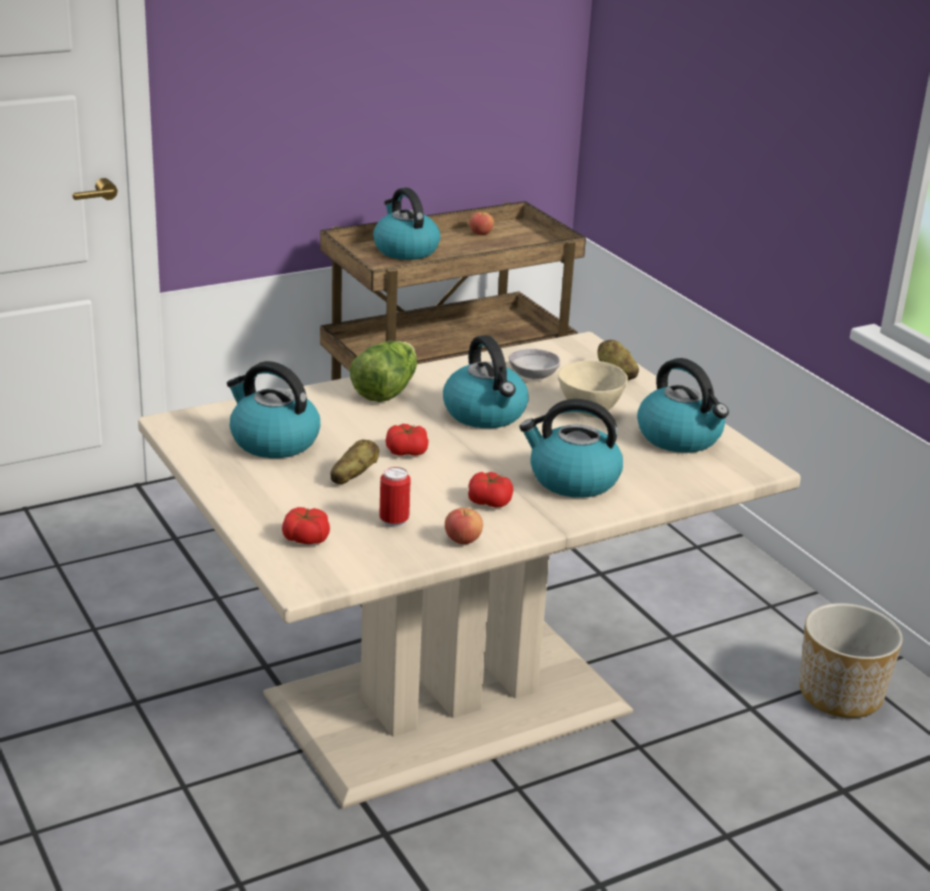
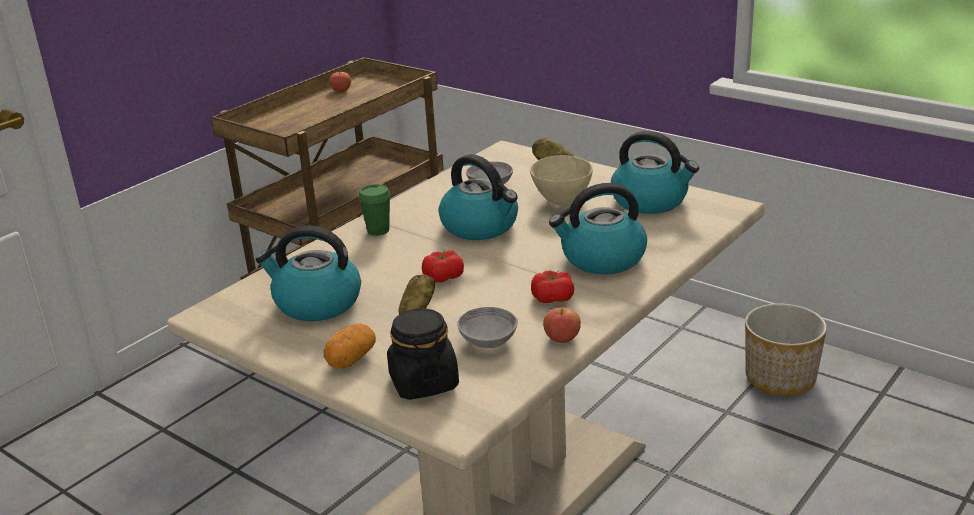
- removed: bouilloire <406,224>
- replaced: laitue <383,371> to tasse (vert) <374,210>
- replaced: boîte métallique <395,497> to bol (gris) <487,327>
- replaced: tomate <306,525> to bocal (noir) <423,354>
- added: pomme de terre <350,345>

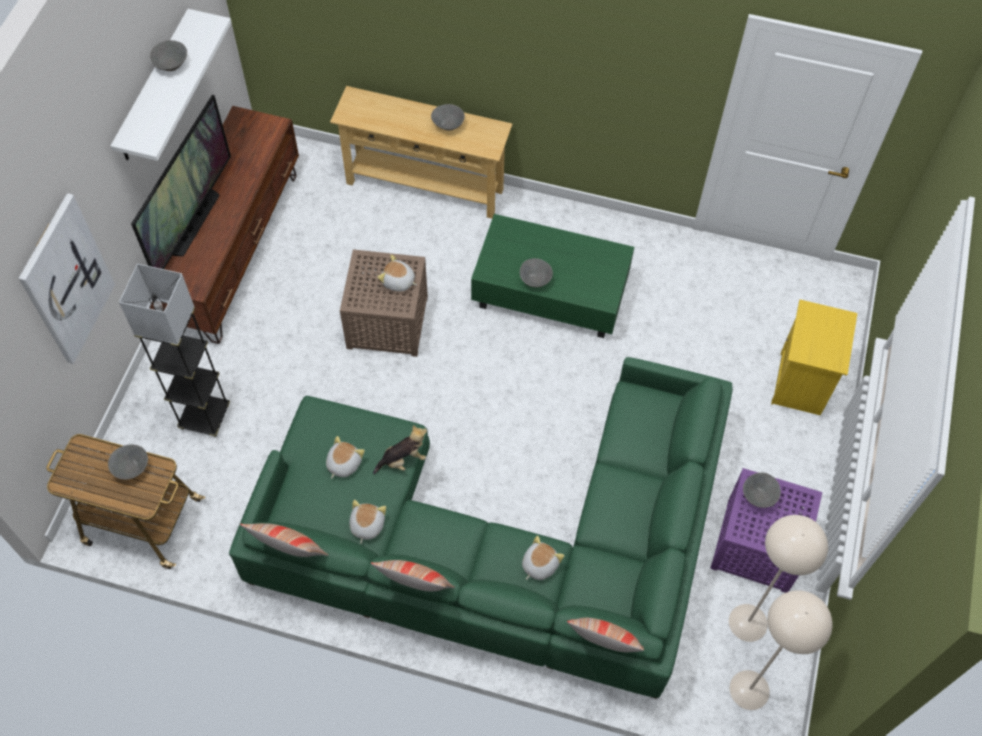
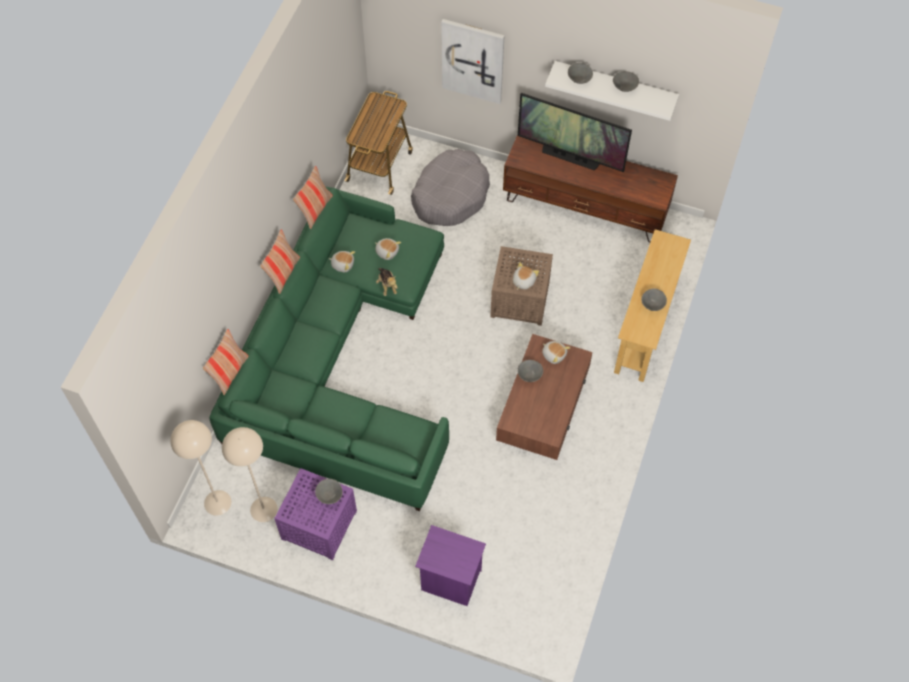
- recoloured: table basse (vert) <552,276> to table basse (marron) <544,397>
- replaced: lampadaire (gris) <174,350> to panier pour chien (gris) <450,187>
- recoloured: table de chevet (jaune) <814,357> to table de chevet (violet) <450,565>
- moved: bol (gris) <128,462> to <580,73>
- moved: peluche <543,558> to <556,352>

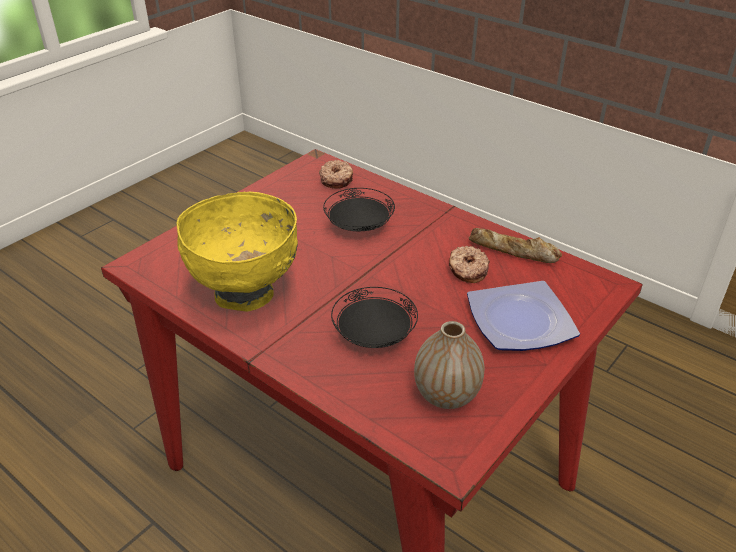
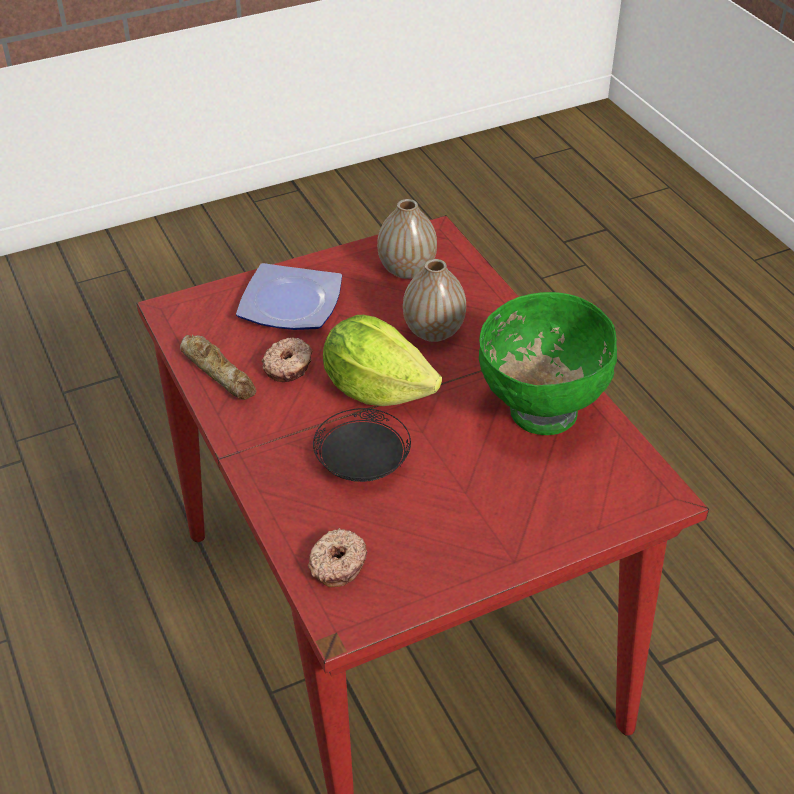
- recoloured: bol (jaune) <237,252> to bol (vert) <548,363>
- replaced: assiette (noir) <374,317> to vase <434,300>
- added: laitue <382,360>

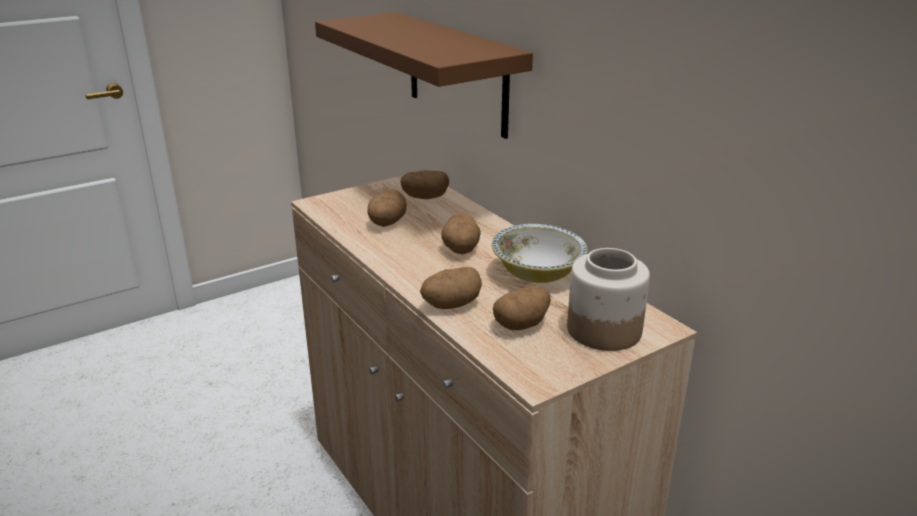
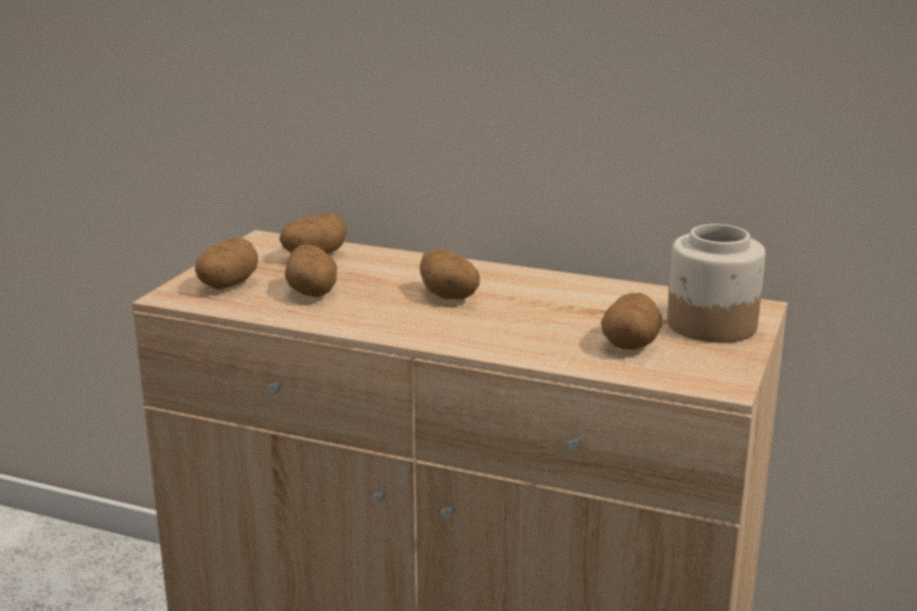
- removed: étagère (marron) <424,75>
- removed: bol <539,253>
- moved: pomme de terre <451,288> to <226,264>

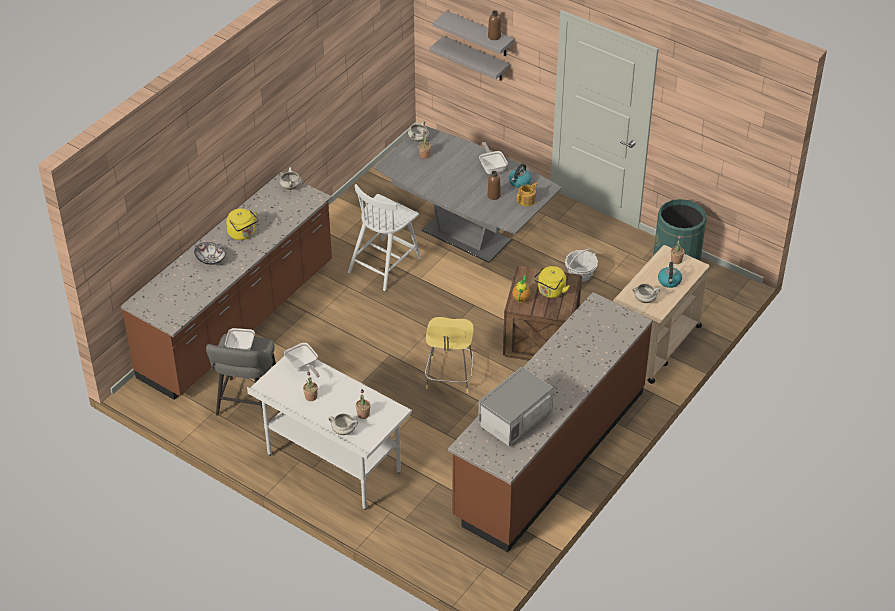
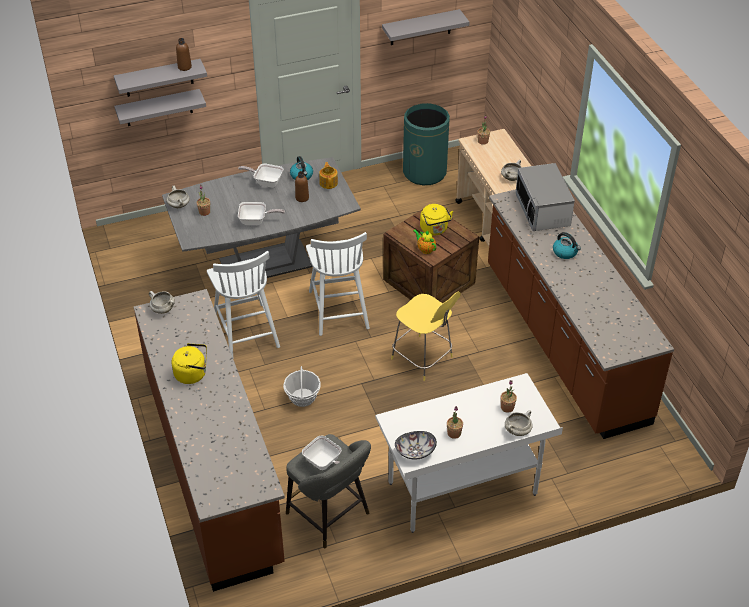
- moved: bol <210,253> to <416,445>
- moved: panier <581,265> to <302,386>
- moved: bouilloire <670,275> to <567,245>
- moved: poêle <302,360> to <261,213>
- moved: micro-ondes <516,407> to <545,197>
- added: étagère (gris) <426,27>
- added: chaise (blanc) <338,284>

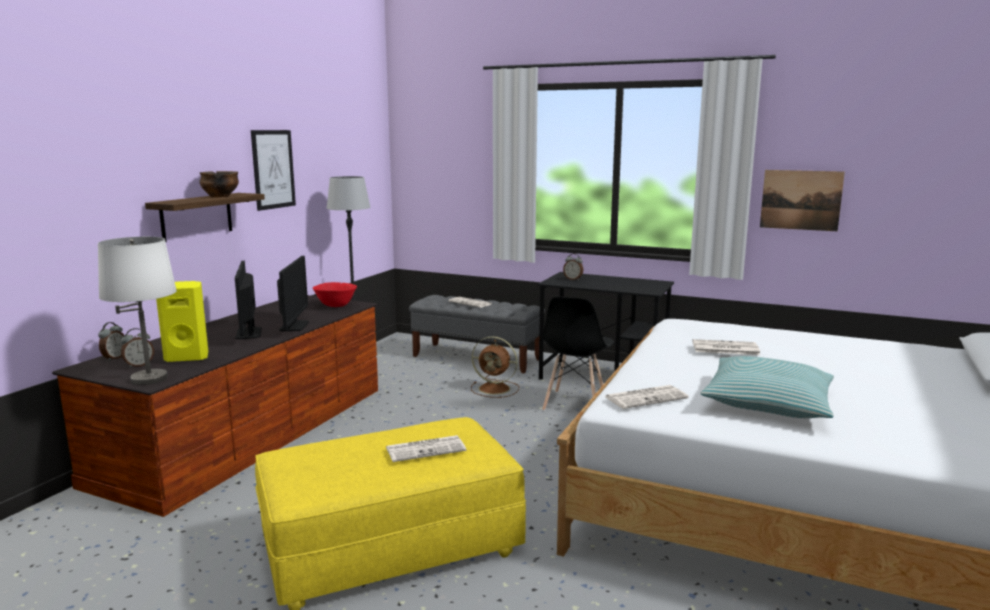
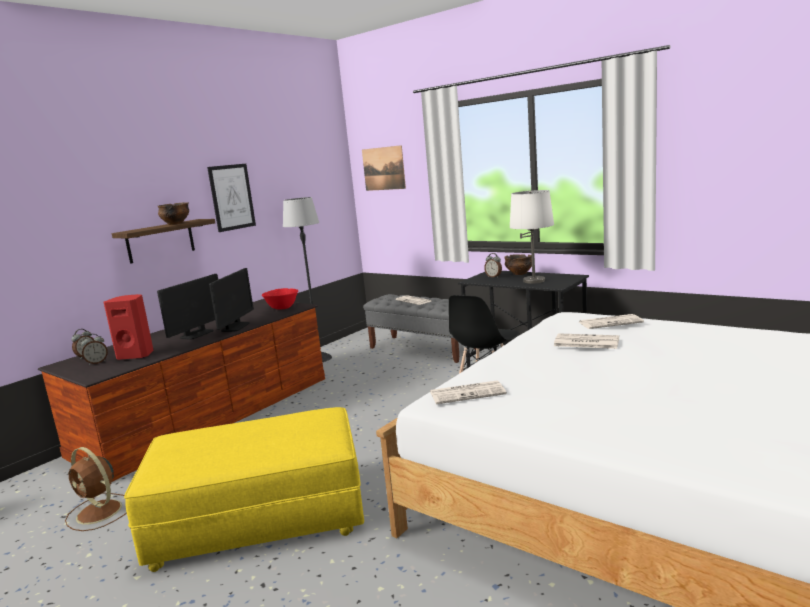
- moved: tableau <802,201> to <384,168>
- moved: lampe de table (blanc) <137,311> to <532,237>
- turned: écran d'ordinateur <248,300> = <187,307> 150 degrees counterclockwise
- recoloured: enceinte (jaune) <182,321> to enceinte (rouge) <128,327>
- moved: ventilateur (marron) <495,367> to <96,489>
- removed: coussin <767,387>
- moved: journal <426,448> to <611,321>
- added: bol <518,265>

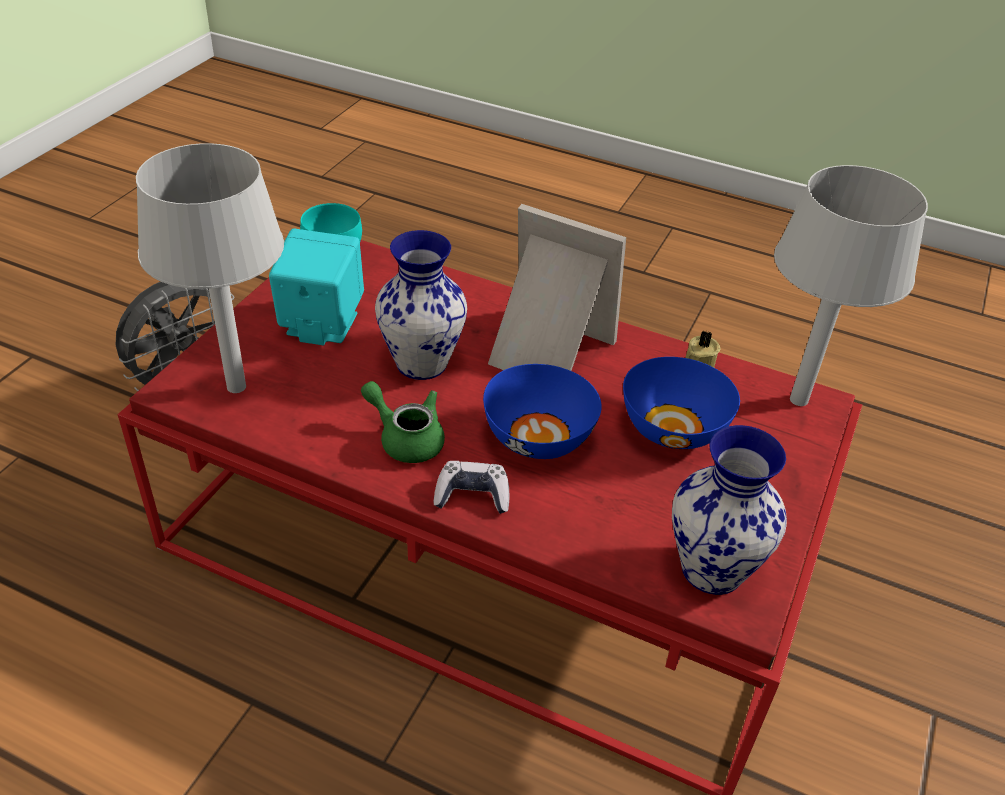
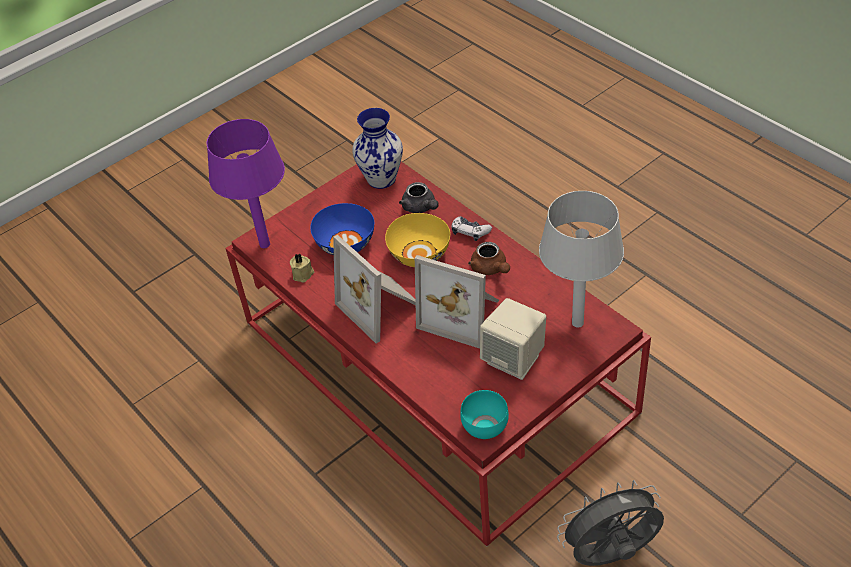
- recoloured: lampe de table (gris) <851,285> to lampe de table (violet) <246,183>
- recoloured: enceinte (turquoise) <316,286> to enceinte (beige) <513,339>
- replaced: vase <421,305> to cadre photo <457,302>
- recoloured: bol (bleu) <542,411> to bol (jaune) <417,240>
- recoloured: théière (vert) <403,422> to théière (marron) <489,258>
- added: théière (gris) <419,197>

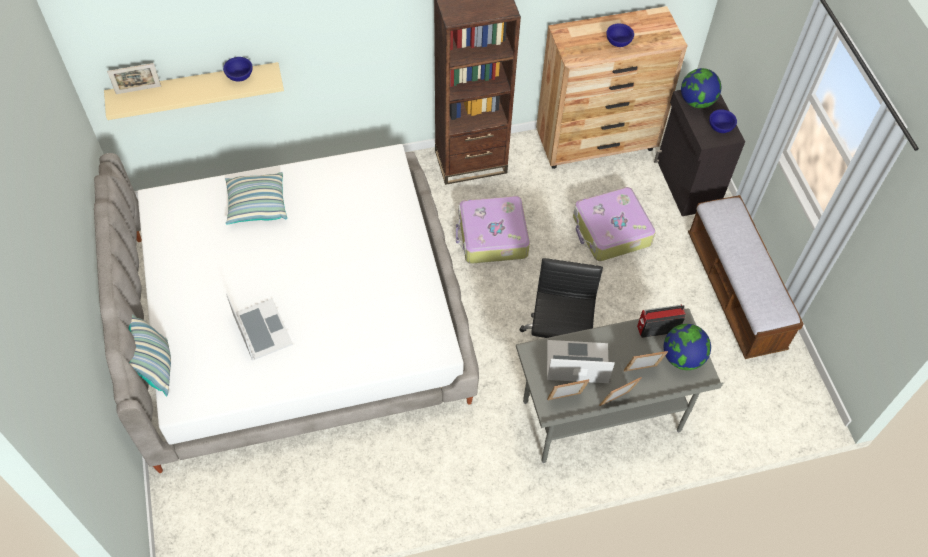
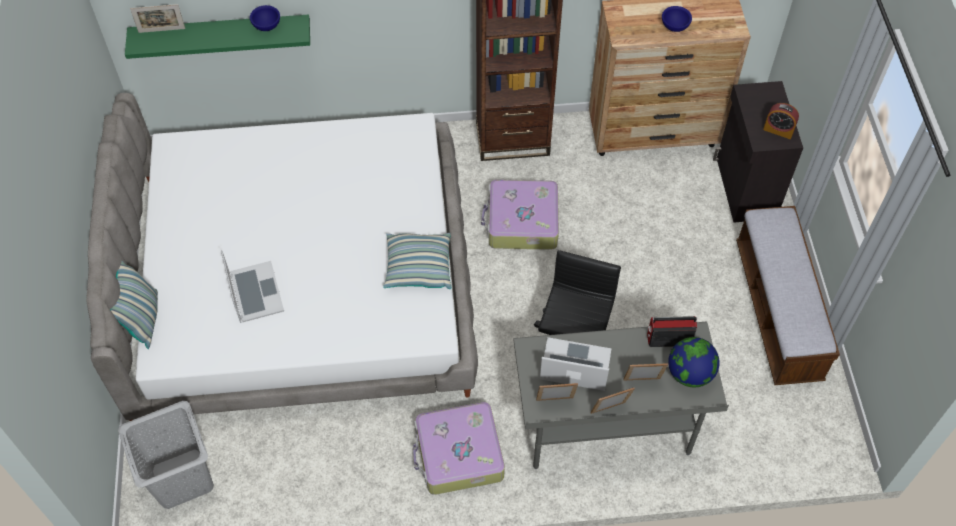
- recoloured: étagère (beige) <194,91> to étagère (vert) <217,36>
- removed: globe <701,88>
- replaced: bol (bleu) <723,121> to réveil <781,121>
- moved: coussin <256,198> to <417,261>
- moved: valise <614,224> to <459,448>
- added: panier à linge (gris) <166,455>

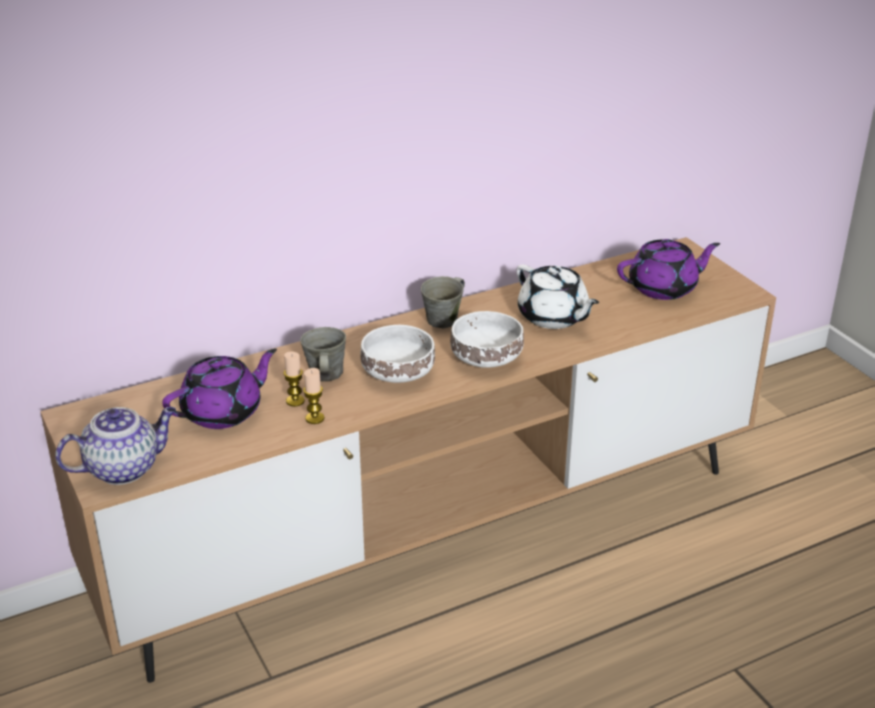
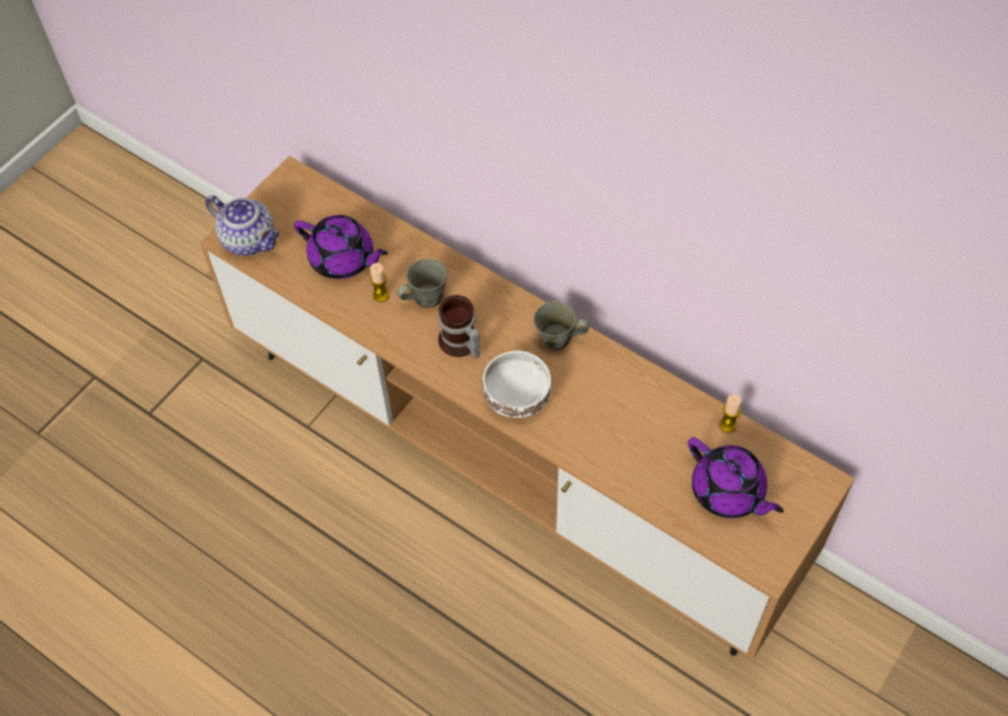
- removed: théière (blanc) <558,296>
- replaced: bol (blanc) <398,354> to mug <459,326>
- moved: bougie <314,396> to <730,414>

